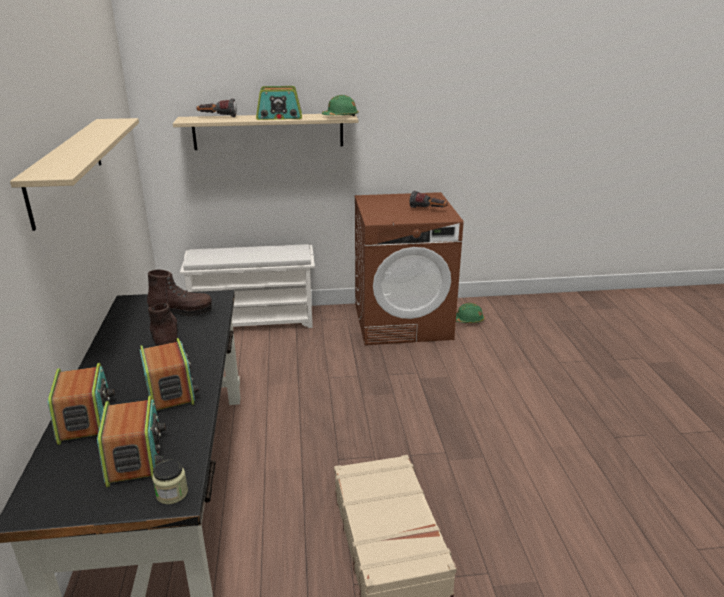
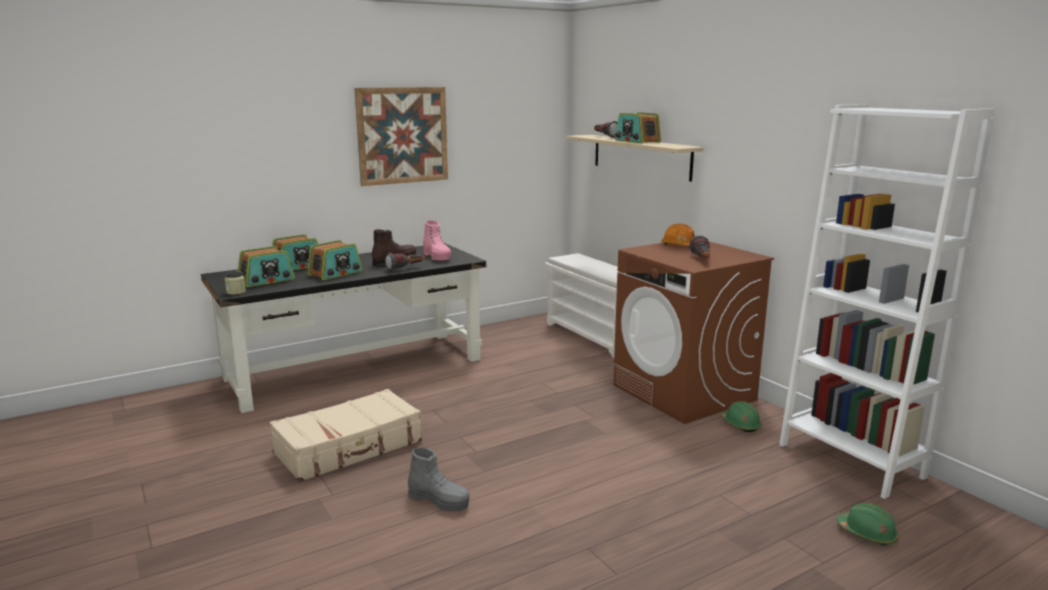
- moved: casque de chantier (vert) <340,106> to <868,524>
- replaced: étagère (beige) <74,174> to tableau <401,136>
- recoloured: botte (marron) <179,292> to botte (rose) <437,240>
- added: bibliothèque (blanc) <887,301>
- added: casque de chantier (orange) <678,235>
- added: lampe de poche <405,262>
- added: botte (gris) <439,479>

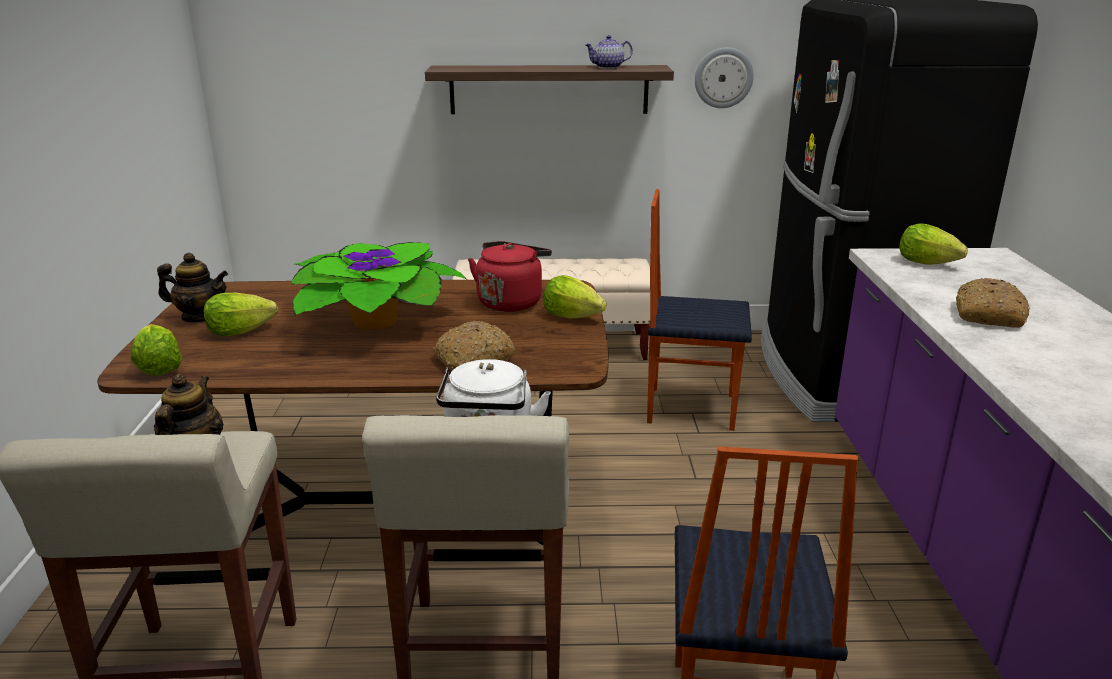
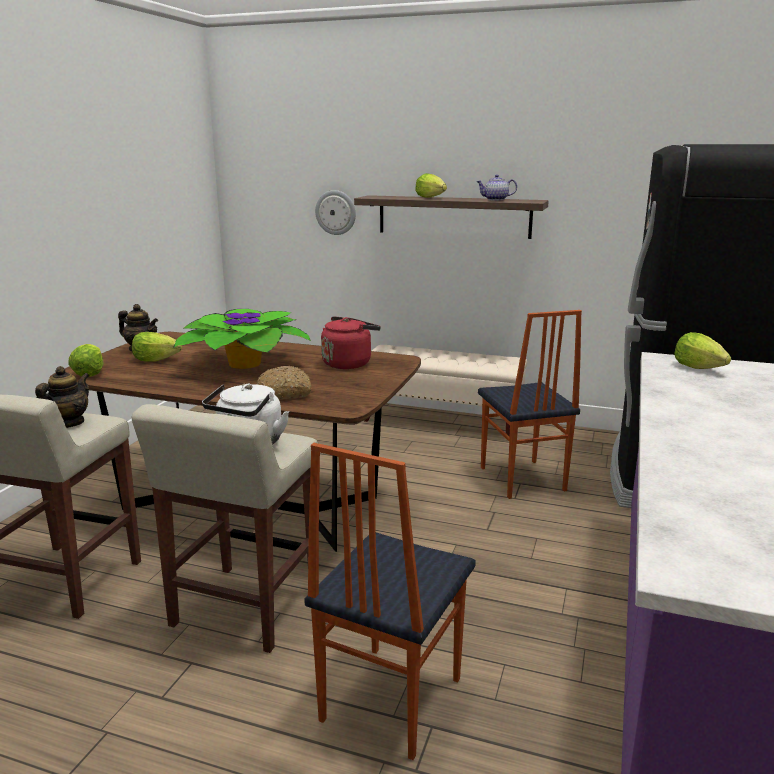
- moved: horloge murale <724,77> to <335,212>
- turned: chaise <699,310> = <530,404> 135 degrees counterclockwise
- moved: laitue <574,297> to <431,185>
- removed: pain <993,303>

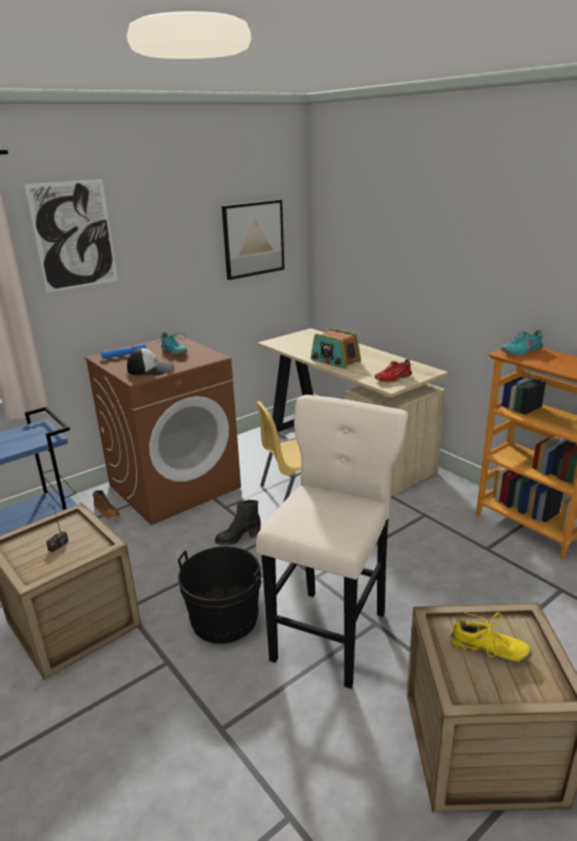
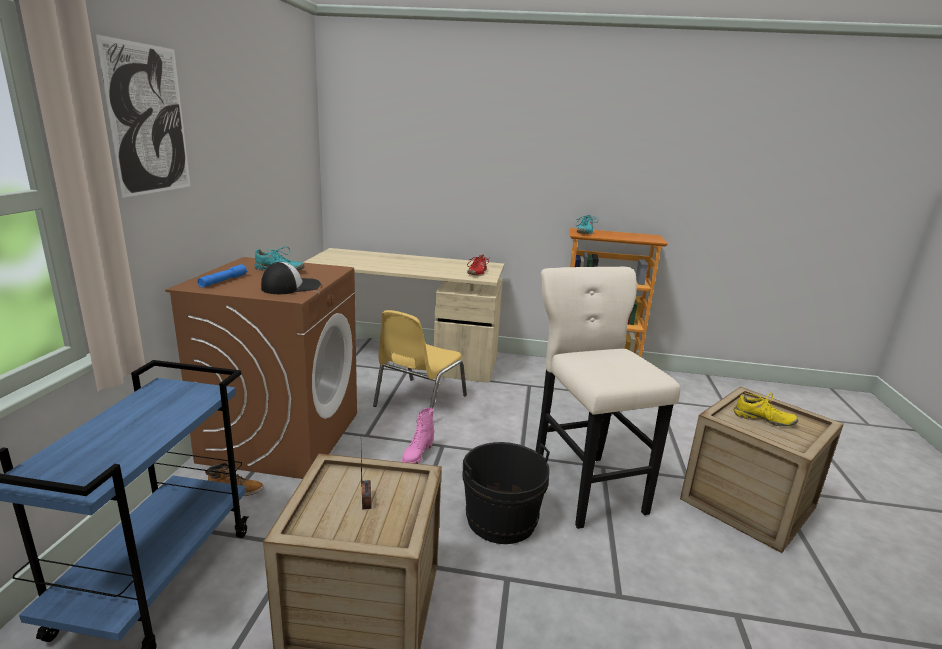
- removed: tableau <253,240>
- removed: radio <336,348>
- recoloured: botte (noir) <238,522> to botte (rose) <418,436>
- turned: chaussure (jaune) <491,637> = <766,409> 45 degrees clockwise

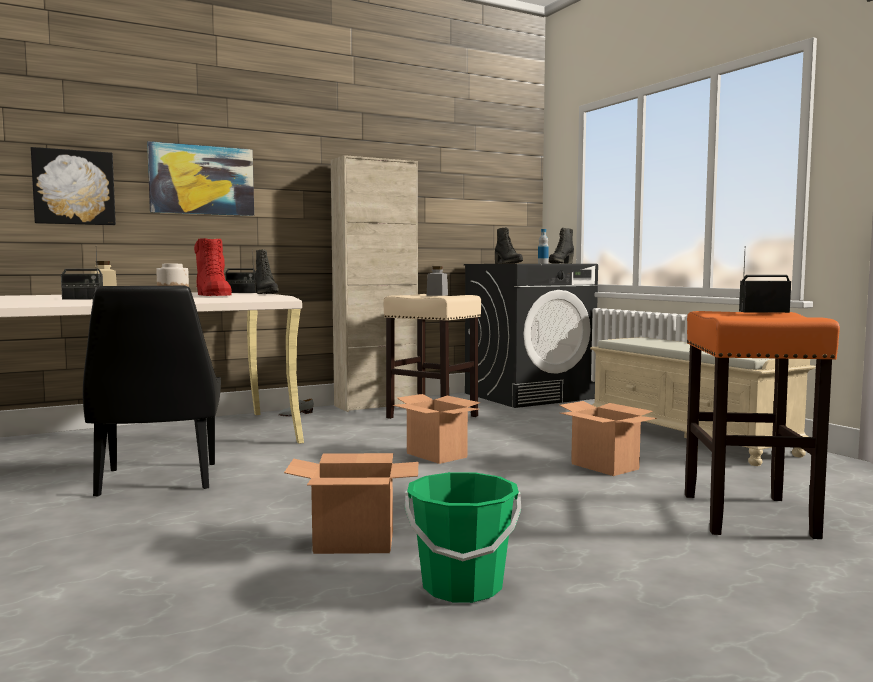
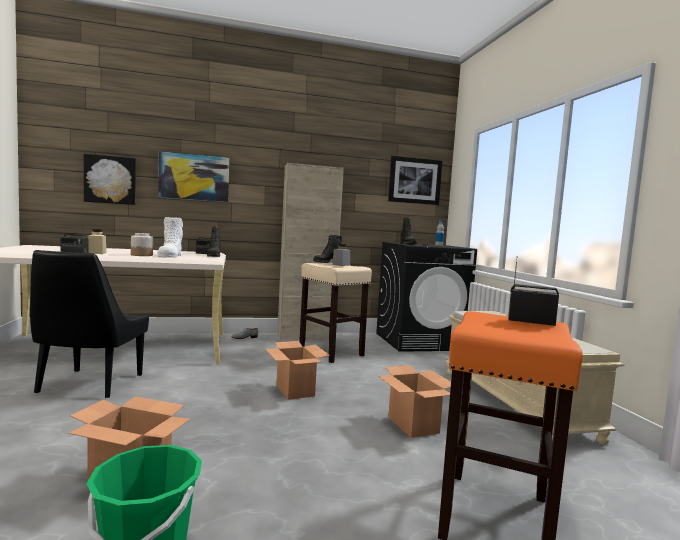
- moved: botte (noir) <561,246> to <327,249>
- recoloured: botte (rouge) <213,267> to botte (blanc) <170,237>
- added: tableau <415,180>

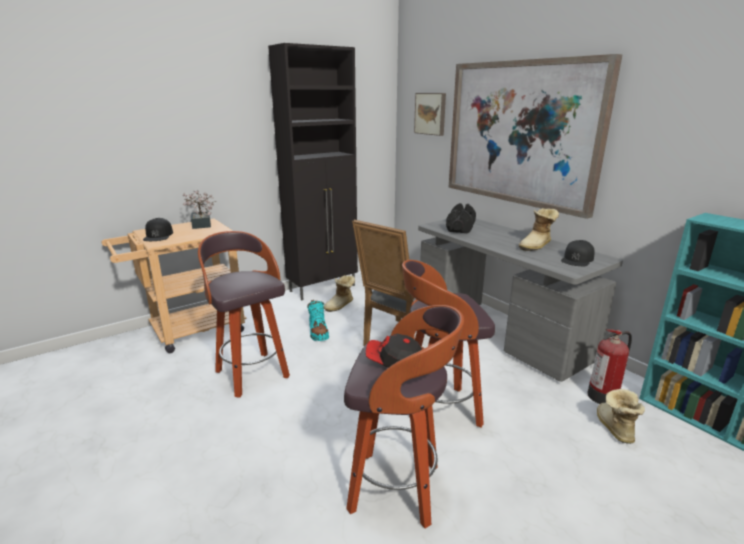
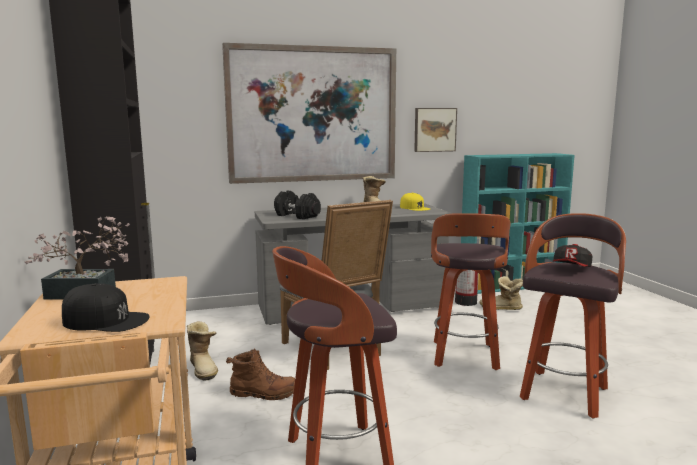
- moved: tableau <430,114> to <435,130>
- recoloured: casquette (noir) <578,253> to casquette (jaune) <415,201>
- recoloured: botte (turquoise) <318,320> to botte (marron) <260,374>

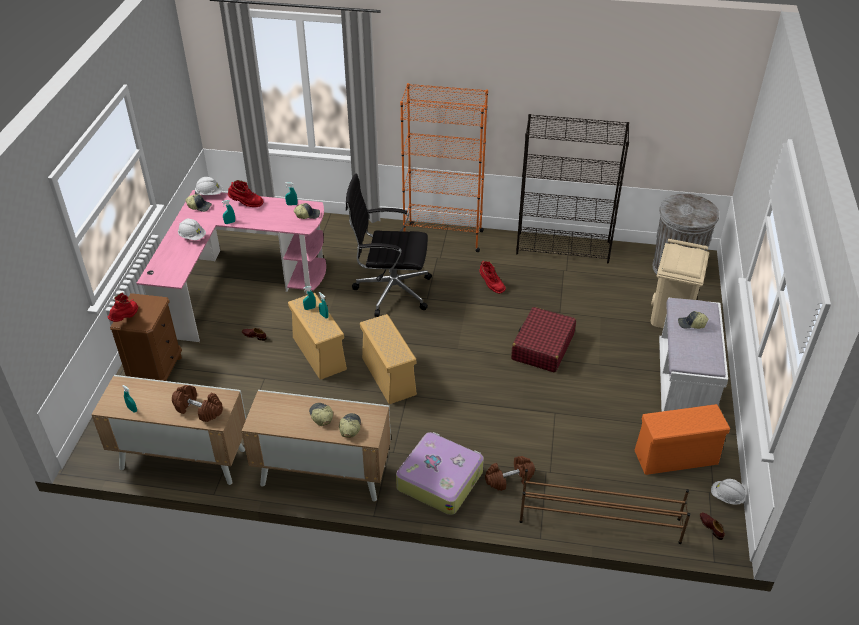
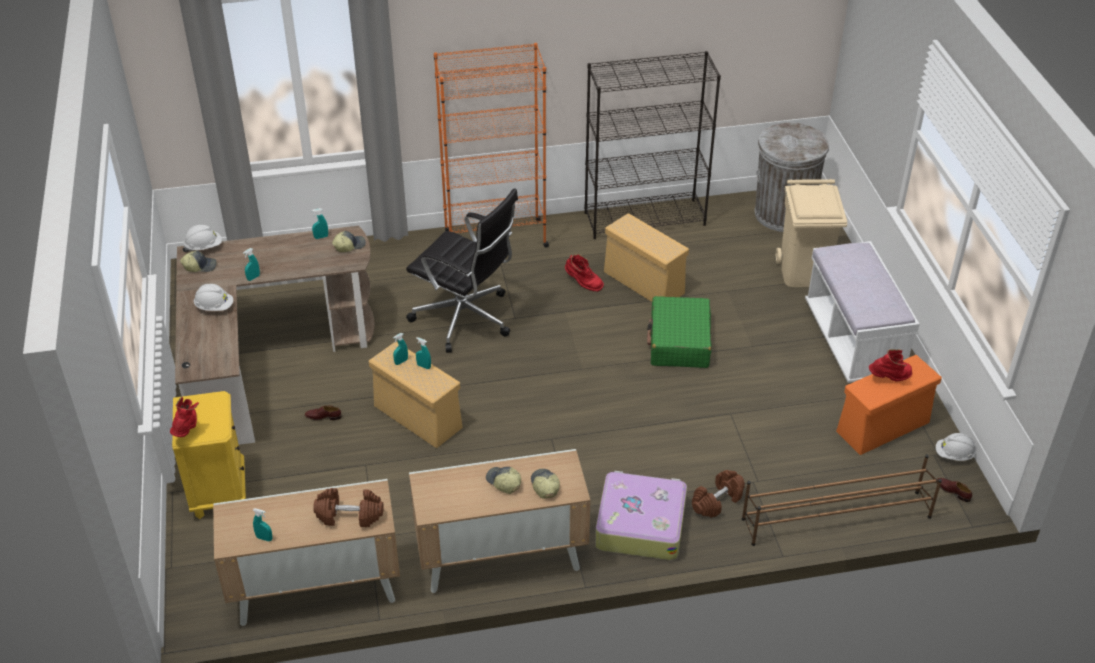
- turned: chaise de bureau (noir) <389,245> = <462,270> 135 degrees counterclockwise
- moved: botte (rouge) <245,193> to <890,365>
- recoloured: bureau (rose) <231,266> to bureau (marron) <274,335>
- recoloured: table de chevet (marron) <146,337> to table de chevet (jaune) <209,455>
- recoloured: valise (rouge) <543,339> to valise (vert) <679,332>
- removed: casquette <693,320>
- moved: boîte de rangement (beige) <388,359> to <646,257>

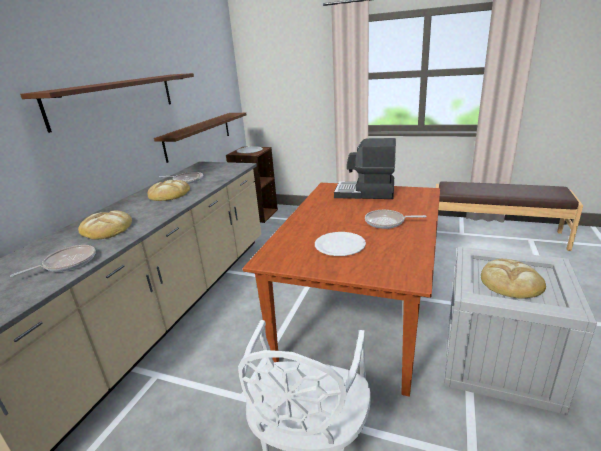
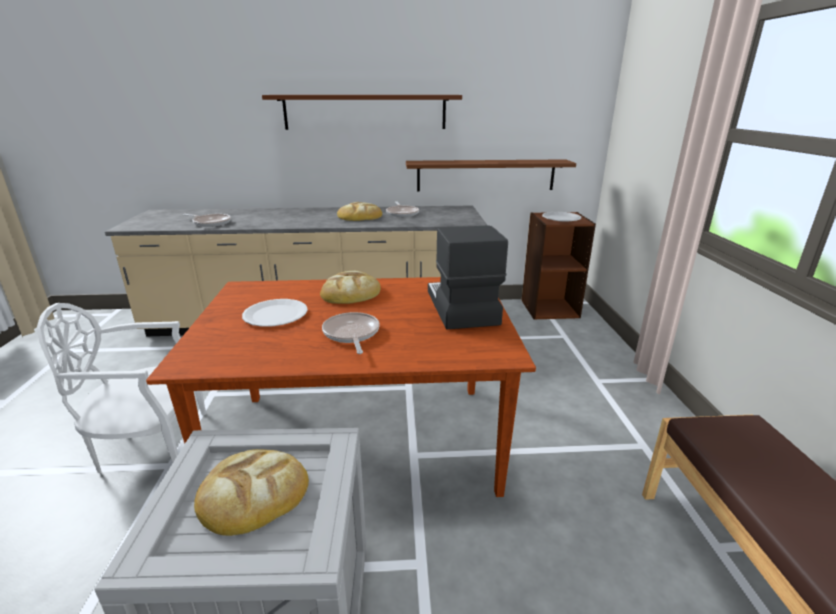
- moved: pain <105,225> to <350,287>

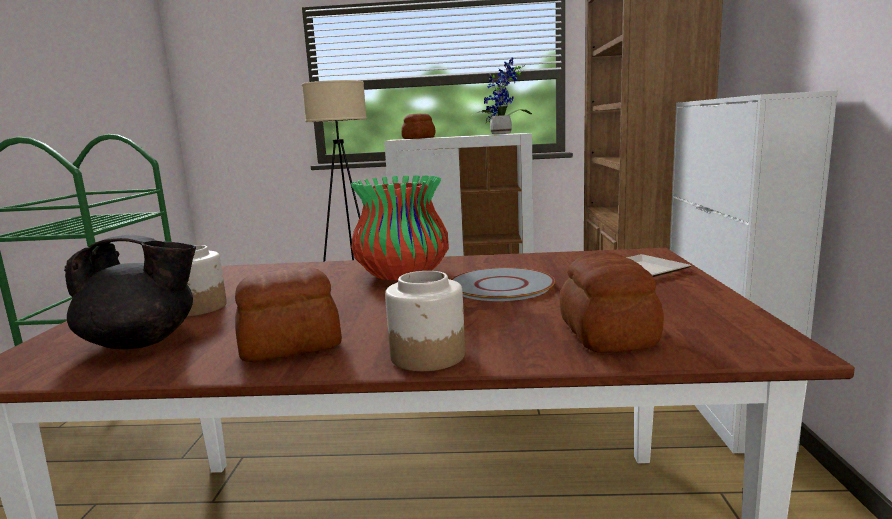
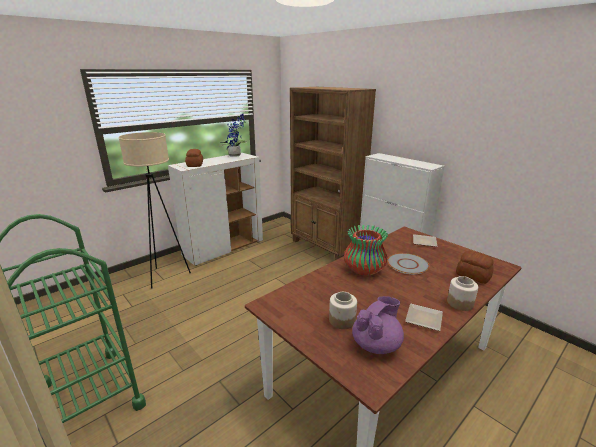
- recoloured: théière (noir) <130,292> to théière (violet) <378,325>
- replaced: pain <288,315> to assiette <424,317>

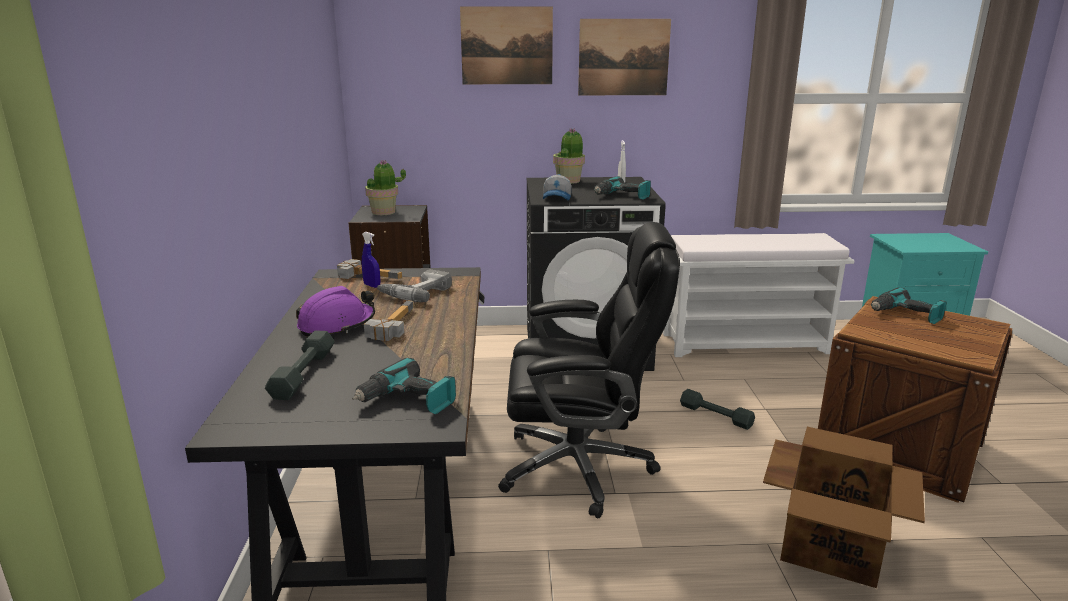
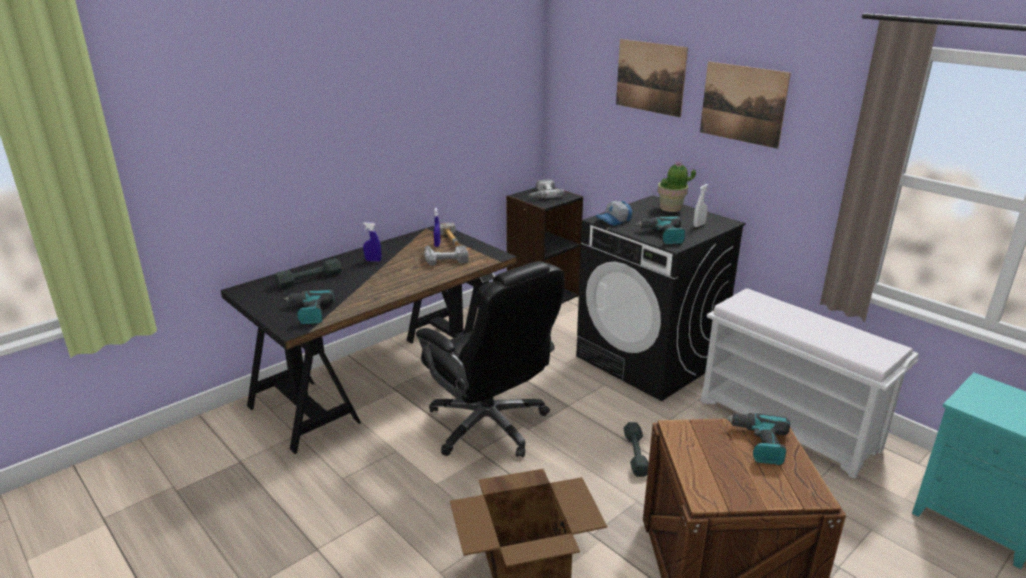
- replaced: plante en pot <385,187> to perceuse <546,188>
- replaced: casque de chantier (violet) <335,311> to vaporisateur (bleu) <372,242>
- removed: marteau <389,320>

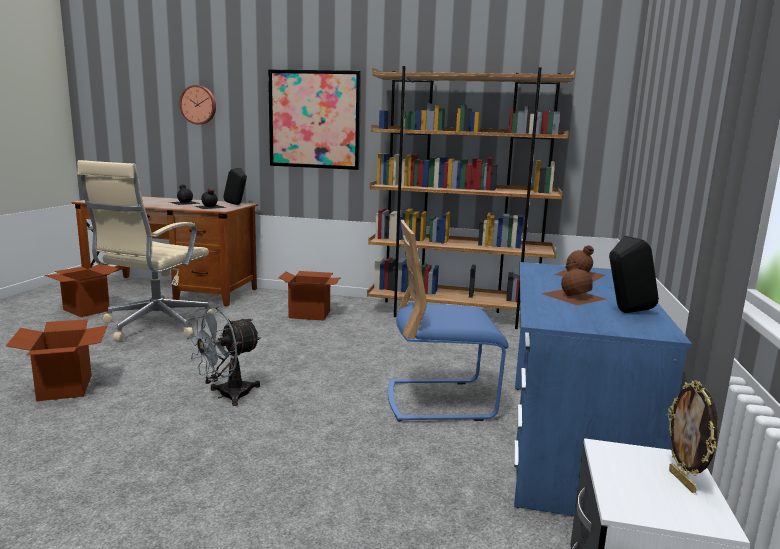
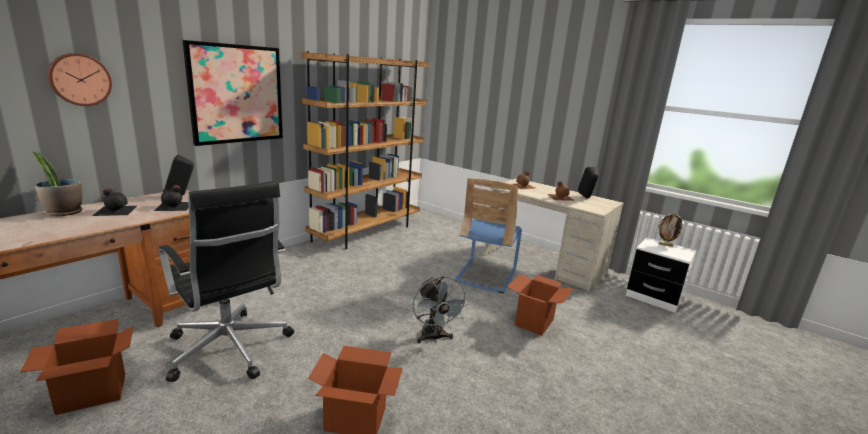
- recoloured: chaise de bureau (beige) <146,251> to chaise de bureau (noir) <226,281>
- recoloured: bureau (bleu) <603,389> to bureau (beige) <554,235>
- moved: carton <309,296> to <540,305>
- added: plante en pot <58,183>

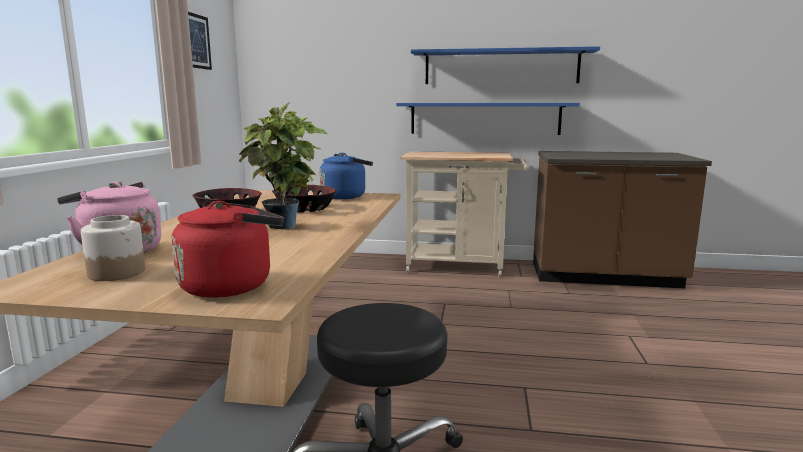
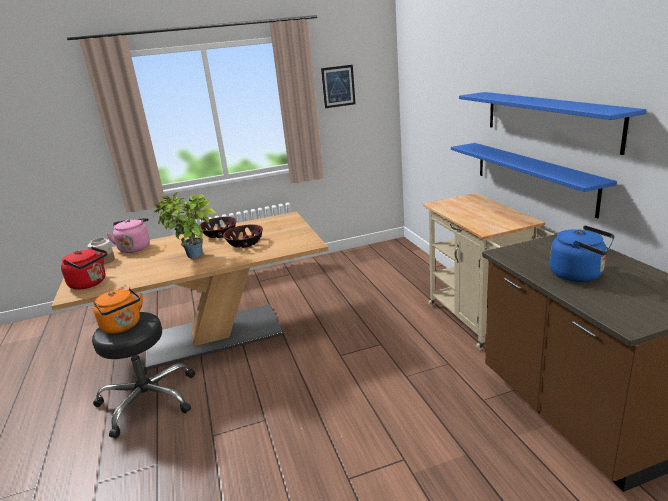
- moved: bouilloire (bleu) <346,176> to <582,254>
- added: bouilloire (orange) <118,311>

